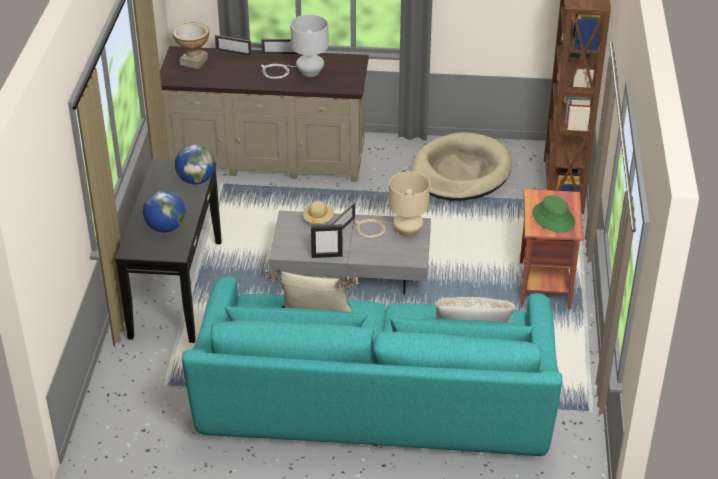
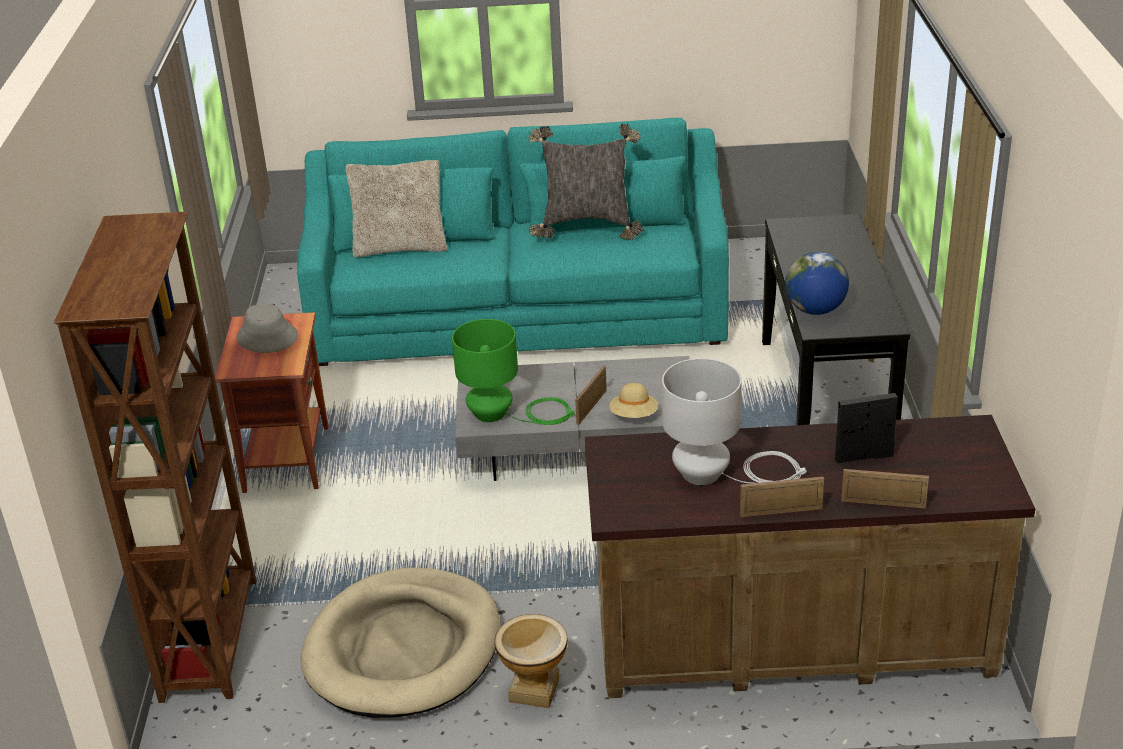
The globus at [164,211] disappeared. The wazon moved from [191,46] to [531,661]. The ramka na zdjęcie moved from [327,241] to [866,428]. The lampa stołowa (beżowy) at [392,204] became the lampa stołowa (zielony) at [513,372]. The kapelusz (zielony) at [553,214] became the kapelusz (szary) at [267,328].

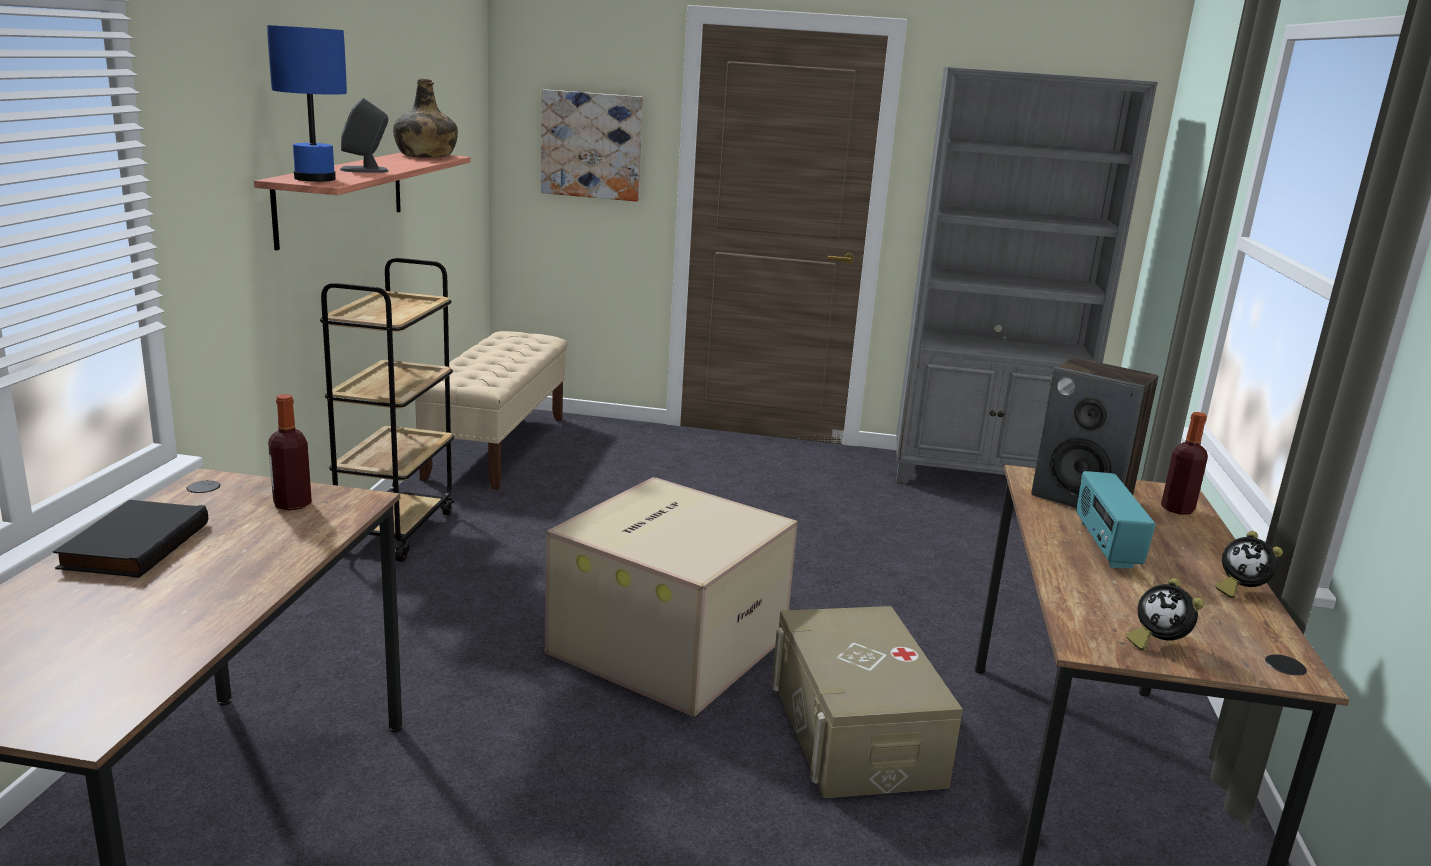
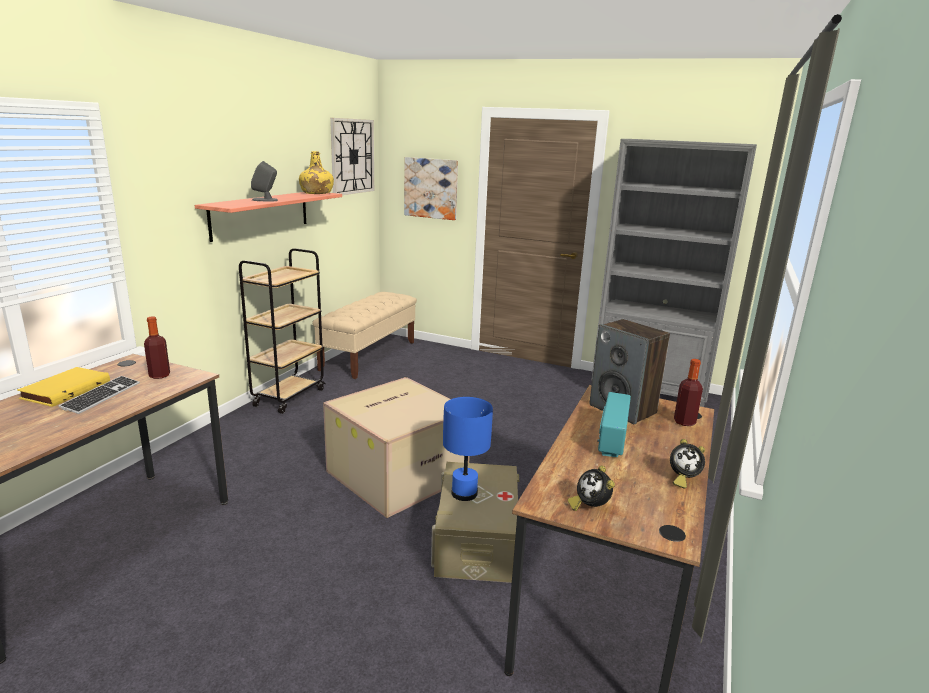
The książka (czarny) at [130,539] became the książka (żółty) at [63,387]. The lampa stołowa (niebieski) moved from [307,103] to [468,449]. The butelka (zielony) at [425,118] became the butelka (żółty) at [316,172]. The budzik at [1249,564] turned 45 degrees counterclockwise. The klawiatura at [99,395] appeared. The zegar ścienny at [352,156] appeared.

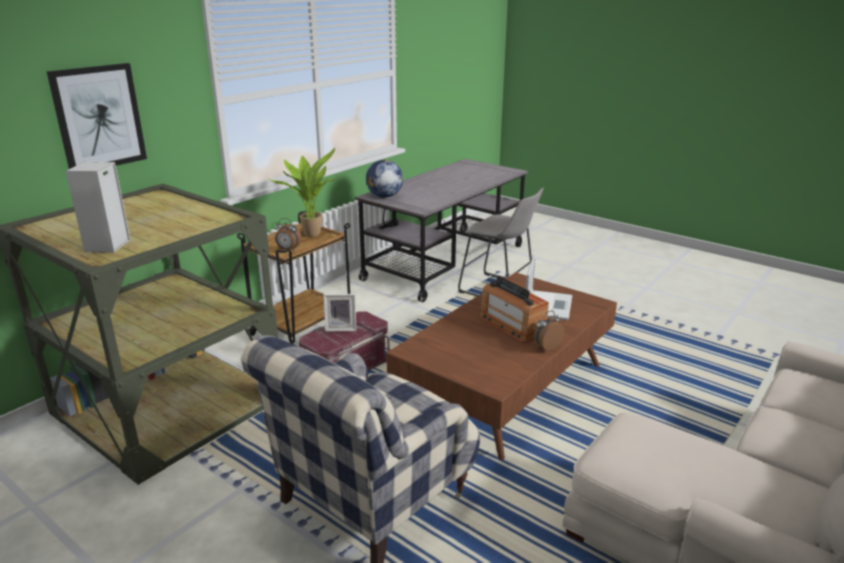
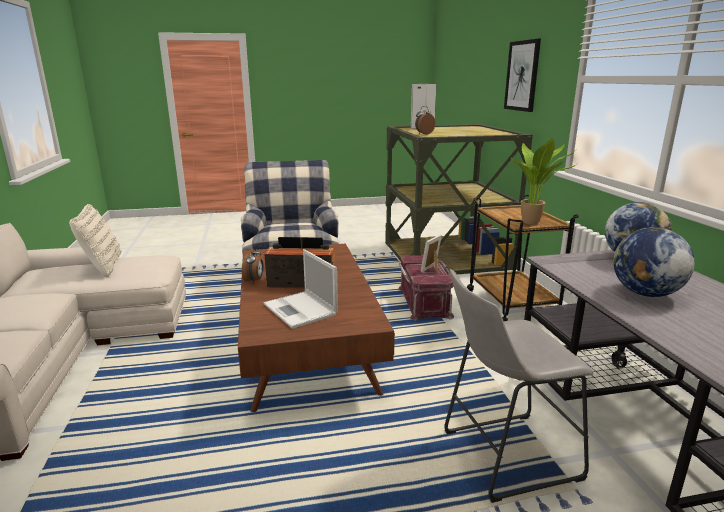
The budzik moved from [288,234] to [425,120]. The poduszka (beżowy) at [95,240] appeared. The globus at [654,262] appeared.

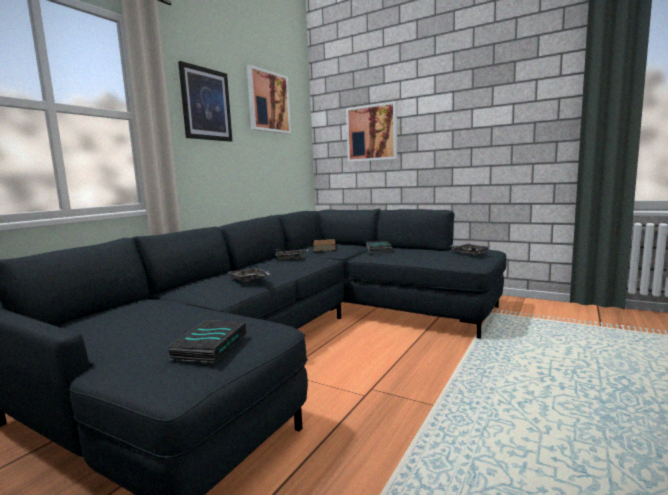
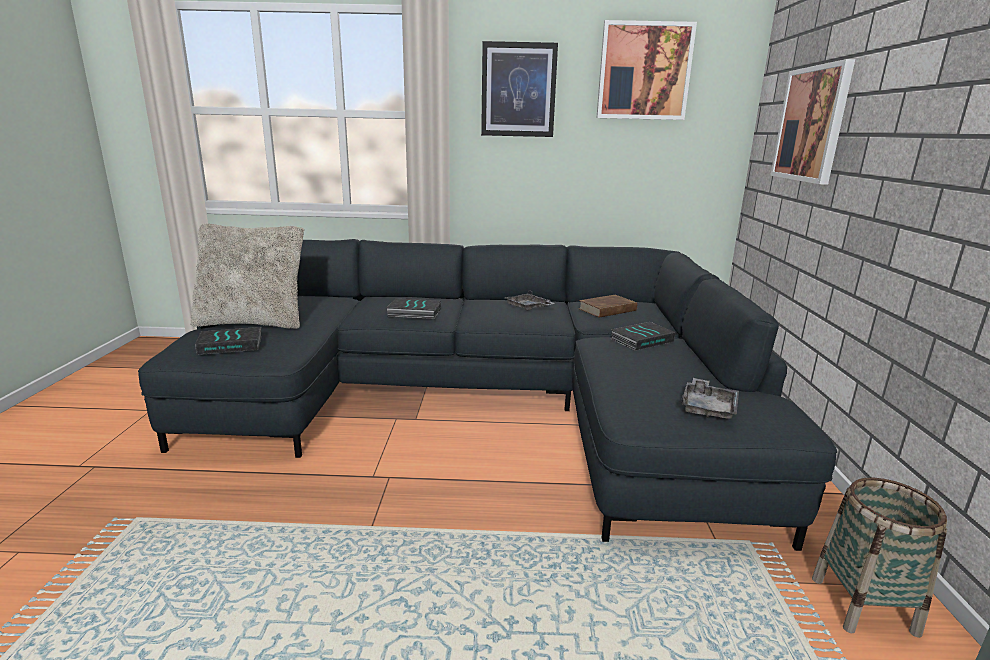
The taca (szary) at [249,273] was replaced by the książka at [413,308]. The poduszka (beżowy) at [247,276] appeared. The koszyk at [879,557] appeared.

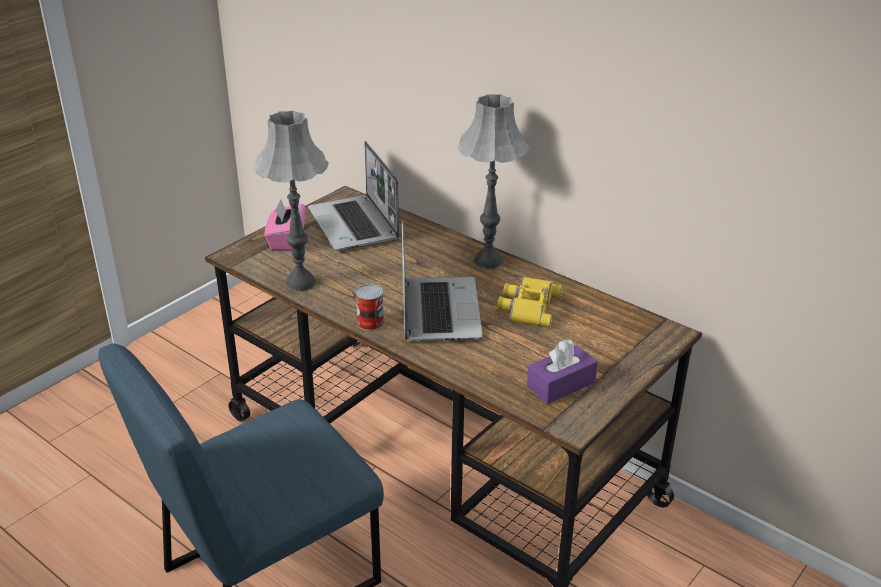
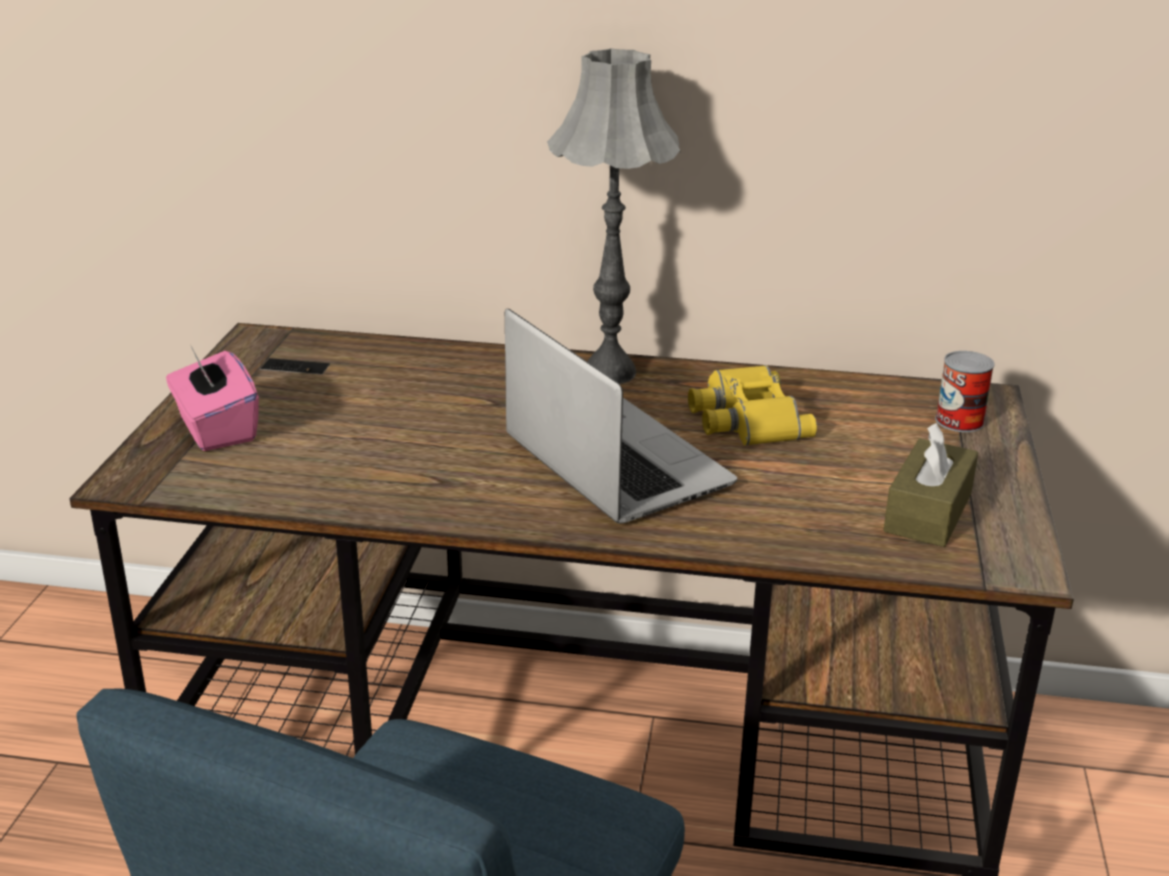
The lampa stołowa (szary) at [291,200] disappeared. The laptop at [353,195] disappeared. The puszka moved from [370,307] to [964,391]. The pudełko chusteczek (fioletowy) at [562,372] became the pudełko chusteczek (brązowy) at [930,485].

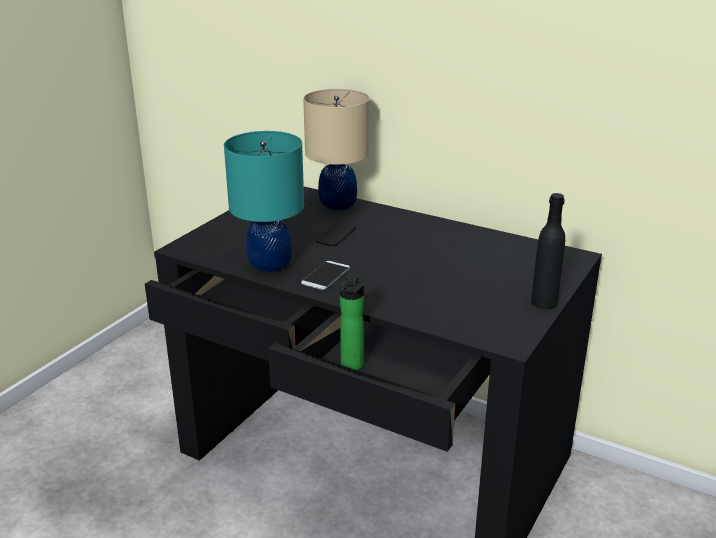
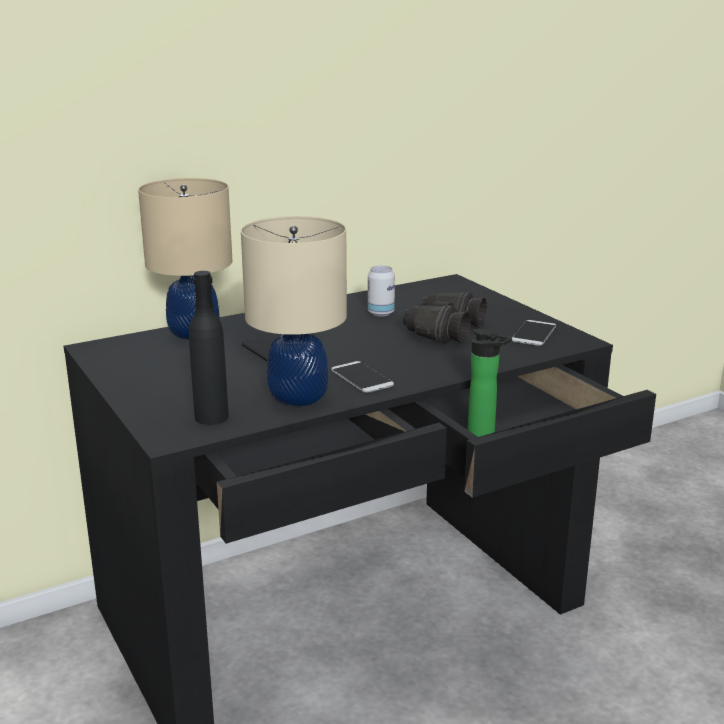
The lampa stołowa (turkusowy) at [264,201] became the lampa stołowa (beżowy) at [294,311]. The butelka (czarny) moved from [548,251] to [209,348]. The puszka at [381,291] appeared. The lornetka (czarny) at [445,318] appeared. The telefon at [534,333] appeared.

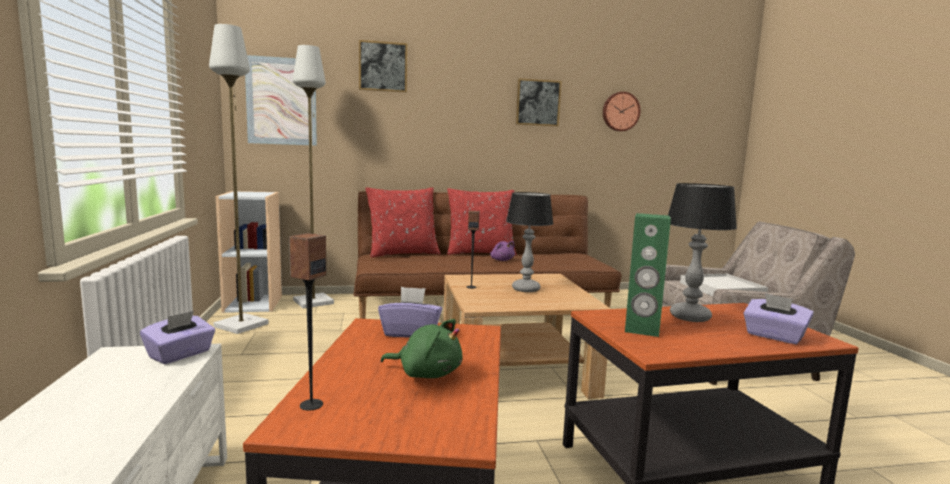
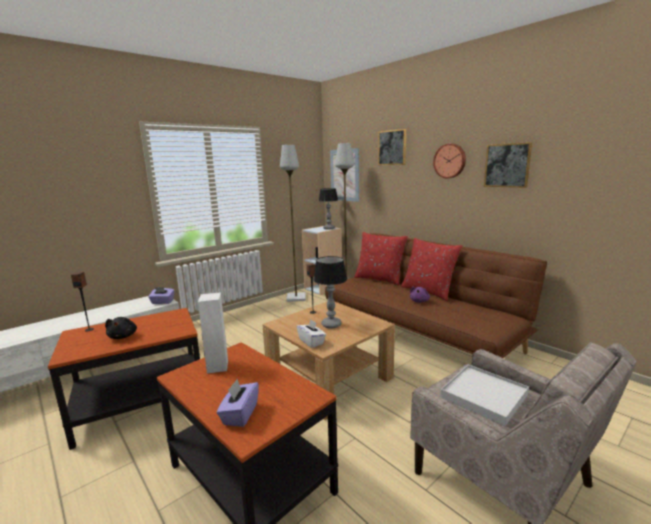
The pudełko chusteczek (fioletowy) at [410,312] disappeared. The pluszak (zielony) at [422,348] became the pluszak (czarny) at [121,328]. The zegar ścienny moved from [622,111] to [449,160]. The głośnik (zielony) at [648,275] became the głośnik (biały) at [213,333]. The lampa stołowa moved from [702,252] to [328,208]. The pudełko chusteczek (biały) at [311,333] appeared.

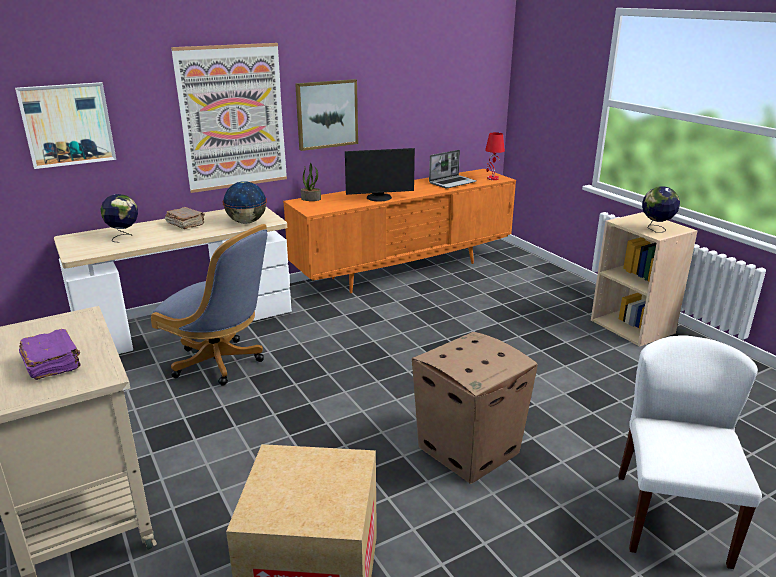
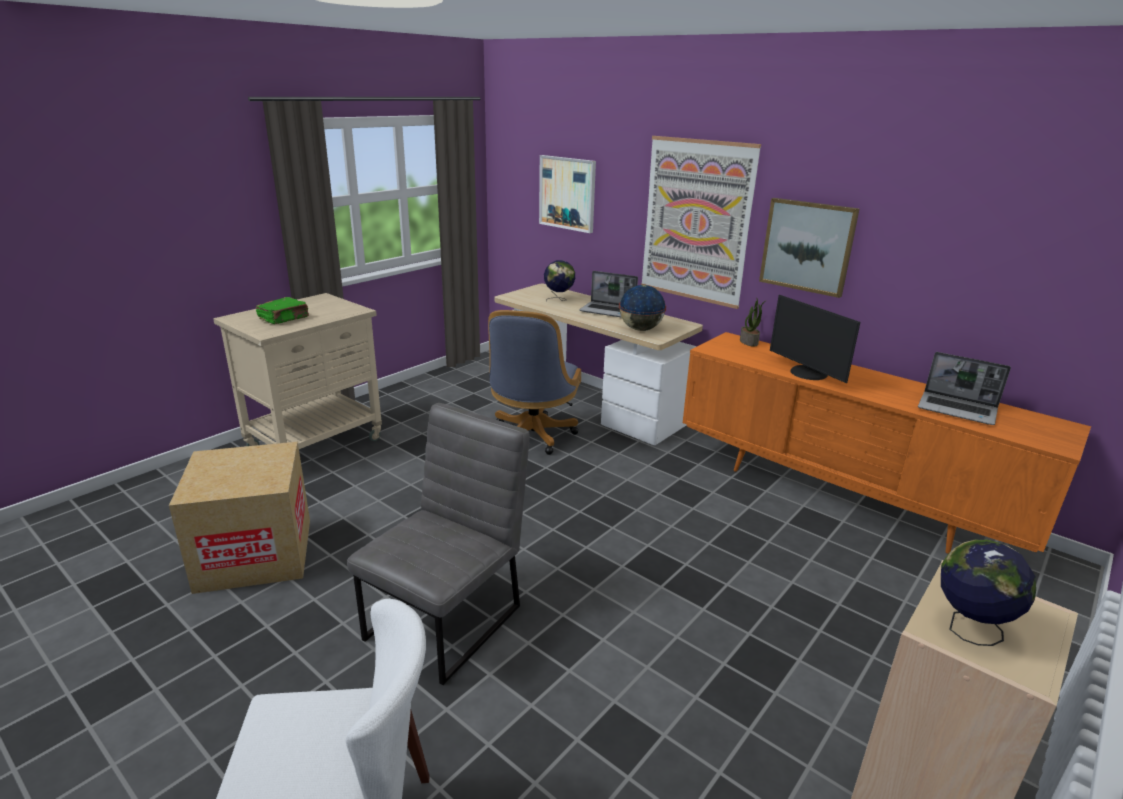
The książka (fioletowy) at [50,354] became the książka (zielony) at [282,310]. The książka (brązowy) at [185,218] was replaced by the laptop at [608,294]. The karton at [475,408] was replaced by the krzesło (szary) at [438,544]. The lampa stołowa (czerwony) at [495,156] disappeared.

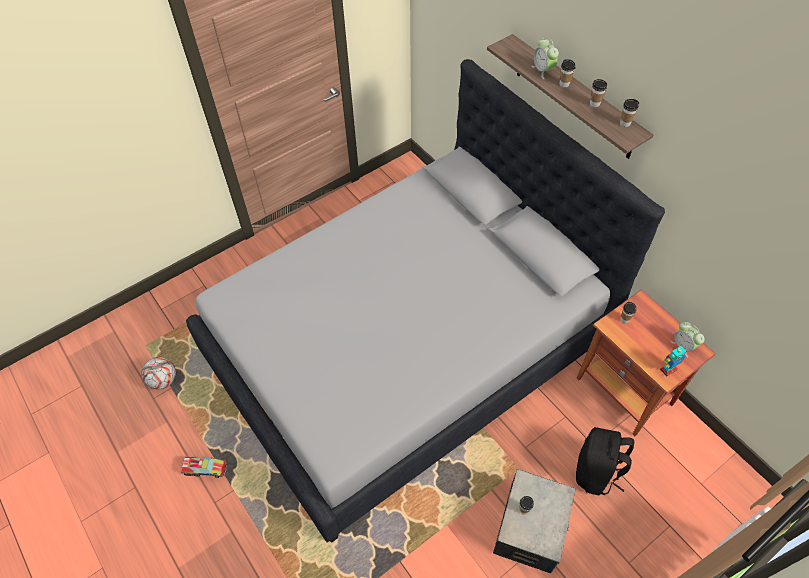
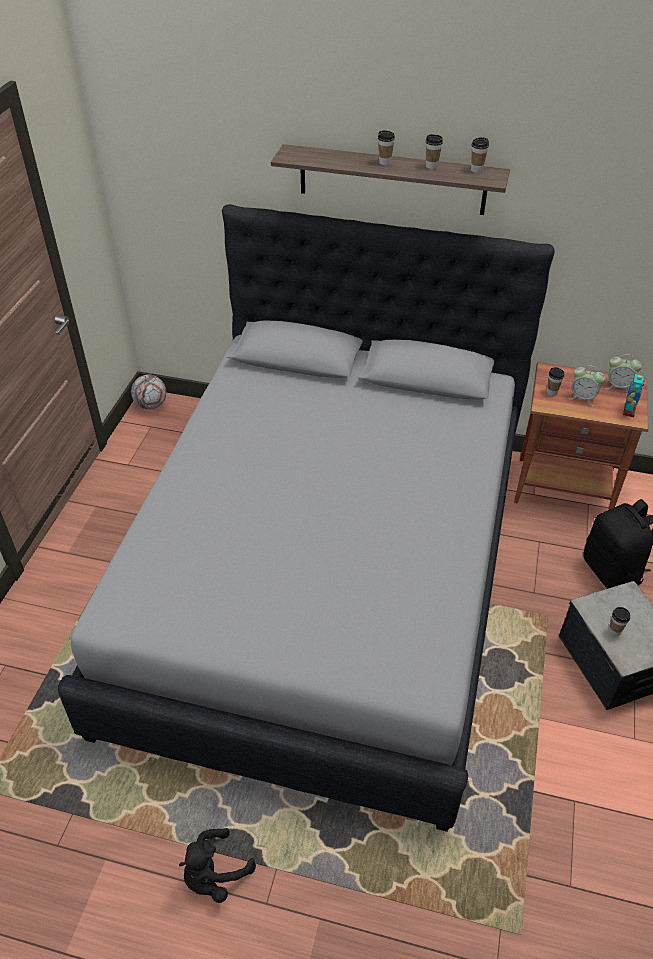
The piłka futbolowa moved from [158,373] to [148,392]. The ciężarówka zabawkowa at [204,467] was replaced by the pluszak (czarny) at [217,865]. The budzik moved from [545,58] to [587,385].

